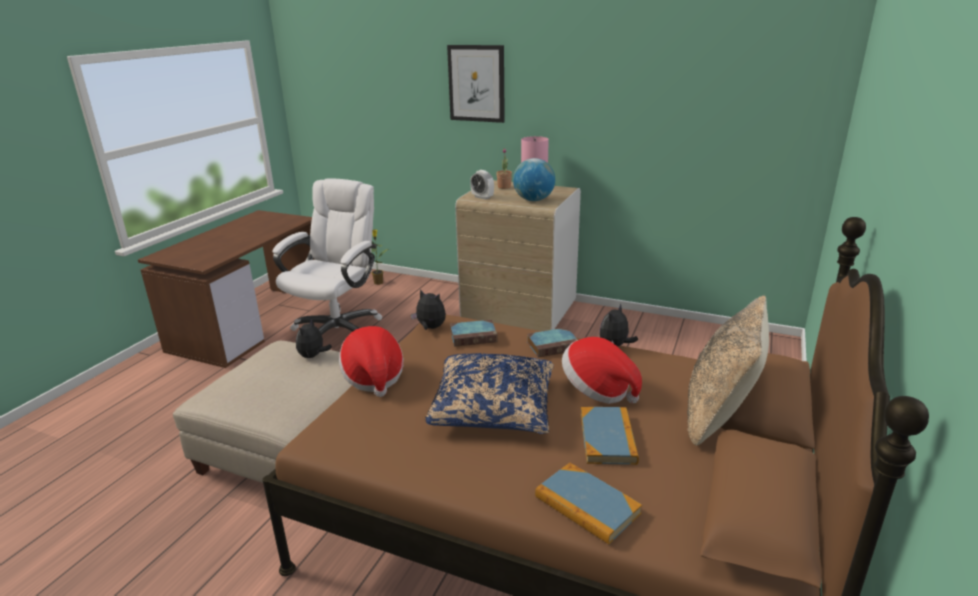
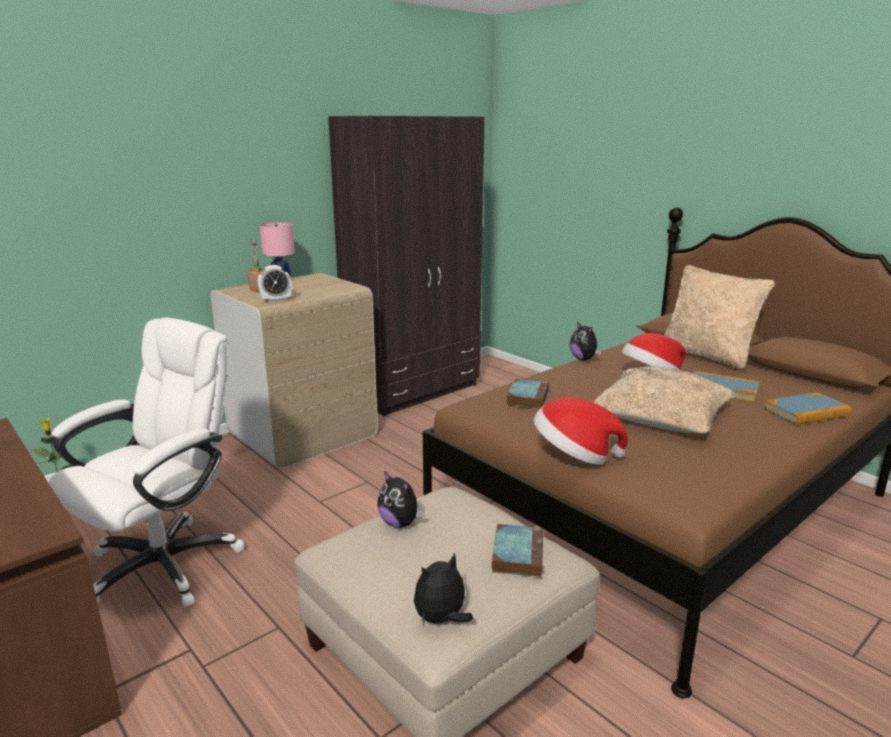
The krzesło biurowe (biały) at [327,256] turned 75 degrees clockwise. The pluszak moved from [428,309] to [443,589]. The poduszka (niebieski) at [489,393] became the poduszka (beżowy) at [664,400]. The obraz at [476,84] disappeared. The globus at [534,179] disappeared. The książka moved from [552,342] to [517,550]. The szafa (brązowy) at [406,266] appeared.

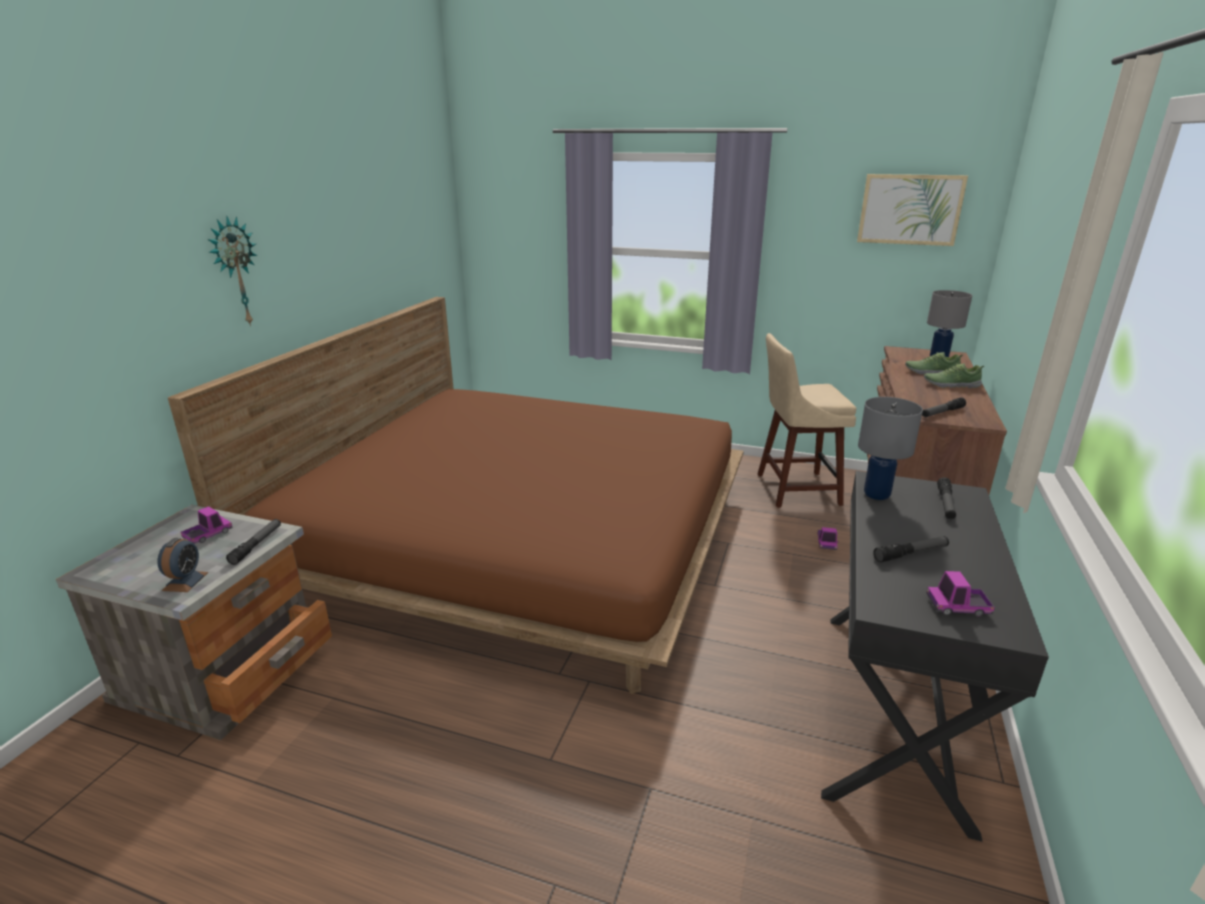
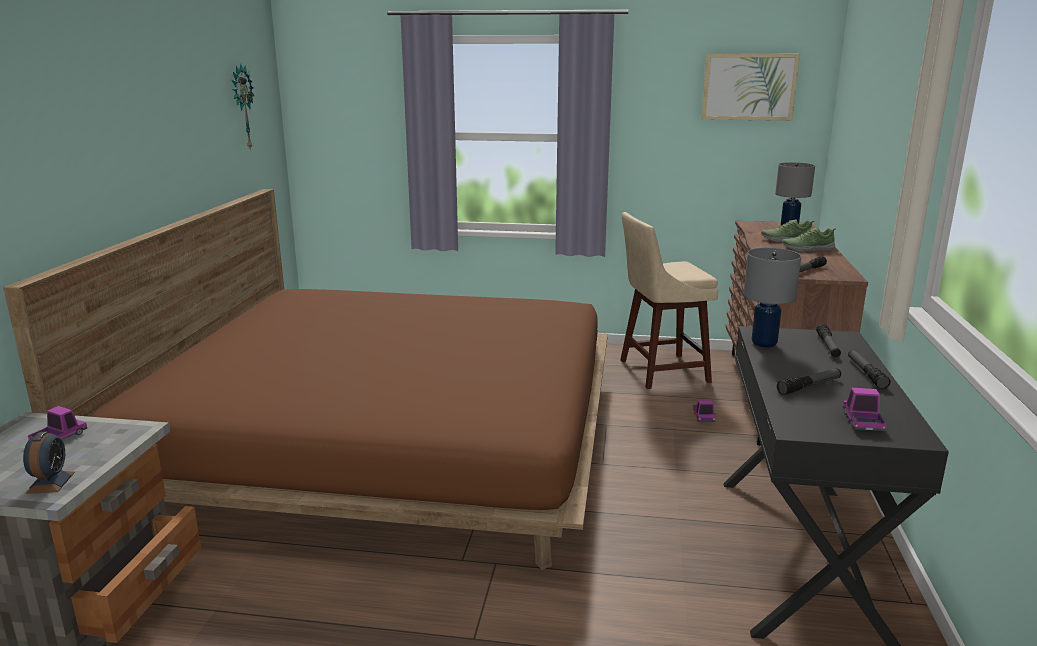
The zegar ścienny moved from [232,271] to [243,107]. The latarka moved from [253,542] to [869,369]. The ciężarówka zabawkowa at [960,593] turned 105 degrees clockwise.

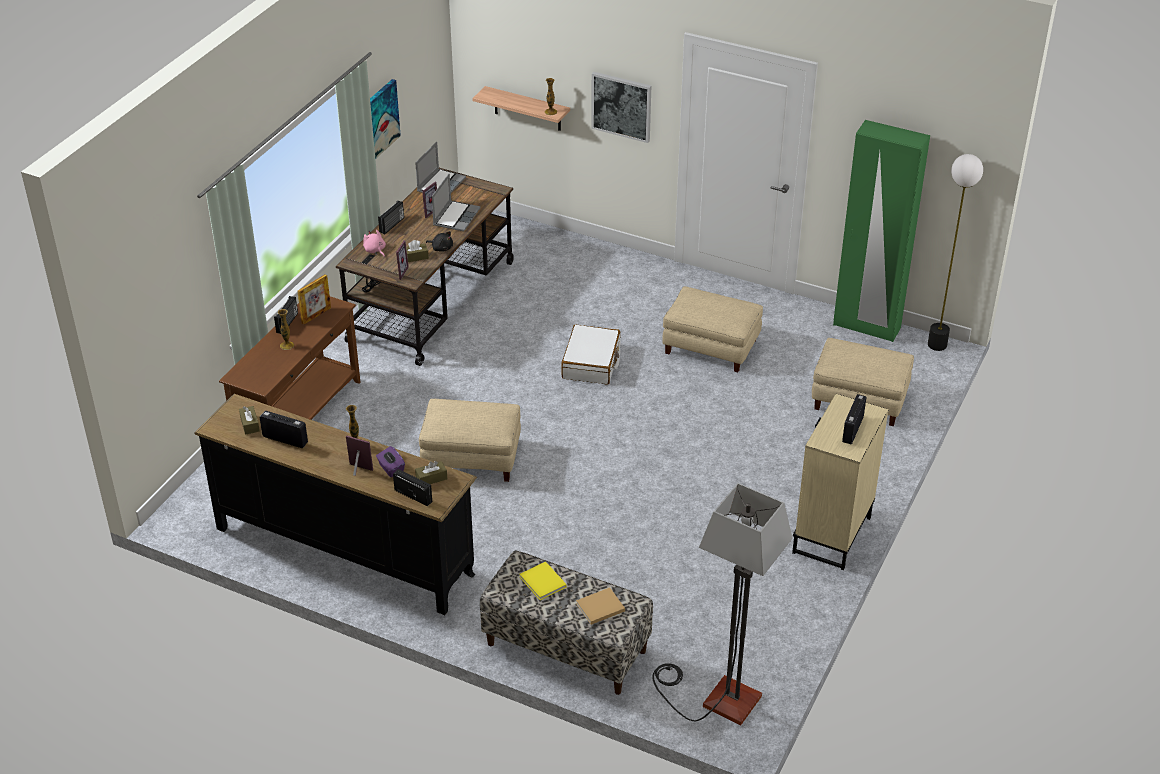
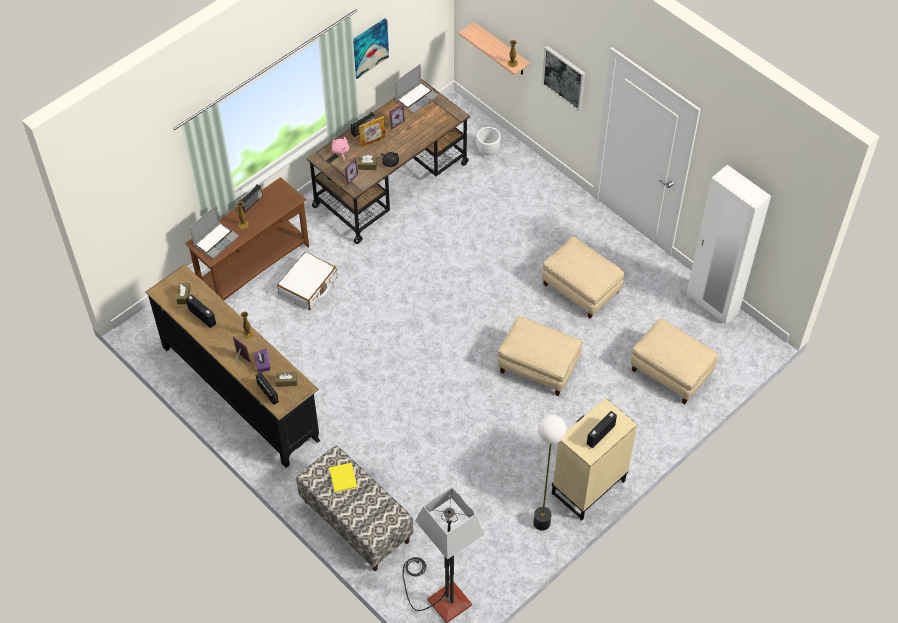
The ramka na zdjęcie moved from [314,299] to [372,132]. The pufa (beżowy) moved from [470,440] to [540,356]. The laptop moved from [456,202] to [214,232]. The walizka (biały) moved from [591,355] to [307,281]. The książka (beżowy) at [600,606] disappeared. The szafa (zielony) at [881,231] became the szafa (biały) at [729,245]. The lampa stojąca moved from [955,252] to [550,473]. The donica (biały) at [489,141] appeared.

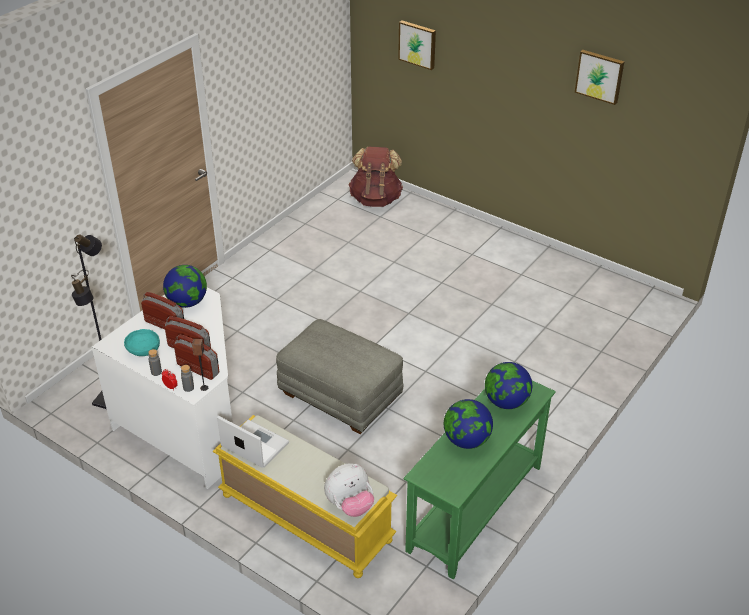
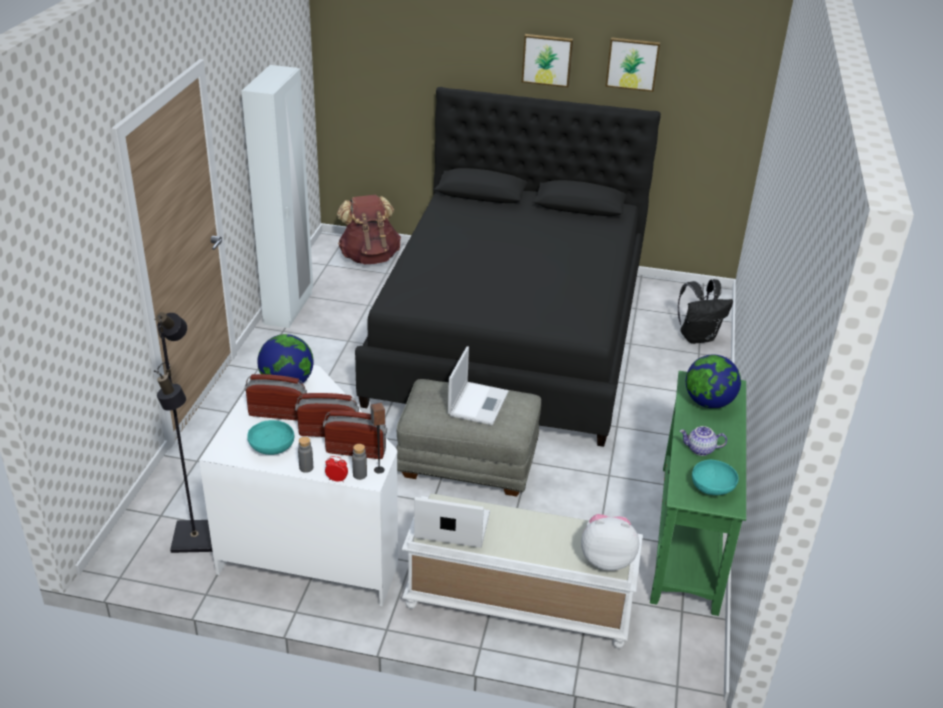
The ławka (żółty) at [305,496] became the ławka (biały) at [522,571]. The pluszak at [349,490] turned 120 degrees counterclockwise. The obraz moved from [417,45] to [547,60]. The globus at [468,424] was replaced by the imbryk at [703,441]. The szafa (biały) at [277,196] appeared. The łóżko (czarny) at [508,267] appeared. The laptop at [478,385] appeared. The plecak (czarny) at [705,311] appeared. The miska (turkusowy) at [715,477] appeared.

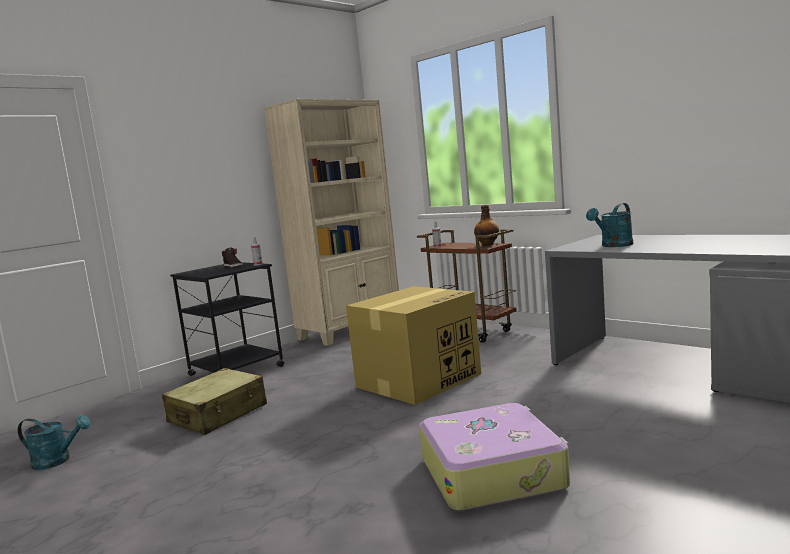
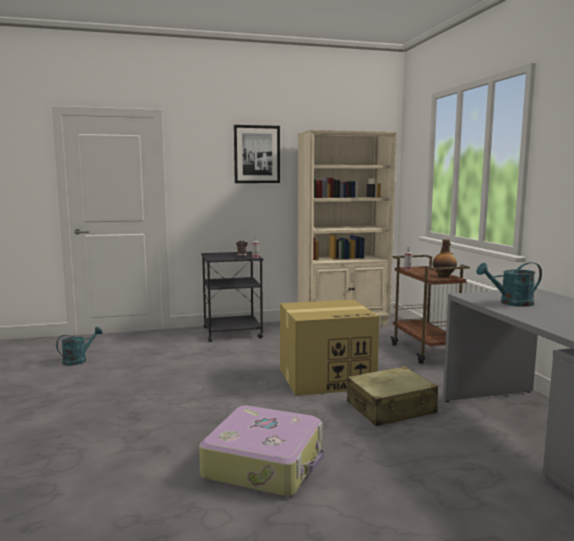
The konewka (turkusowy) at [54,442] turned 90 degrees counterclockwise. The walizka (beżowy) moved from [214,401] to [392,396]. The obraz at [257,154] appeared.

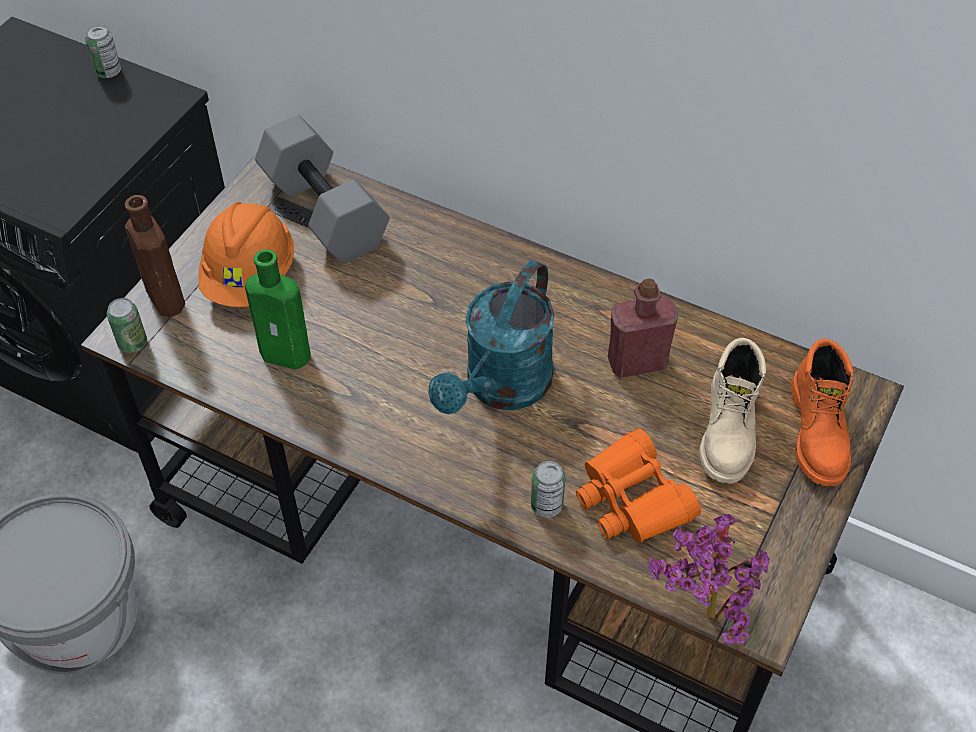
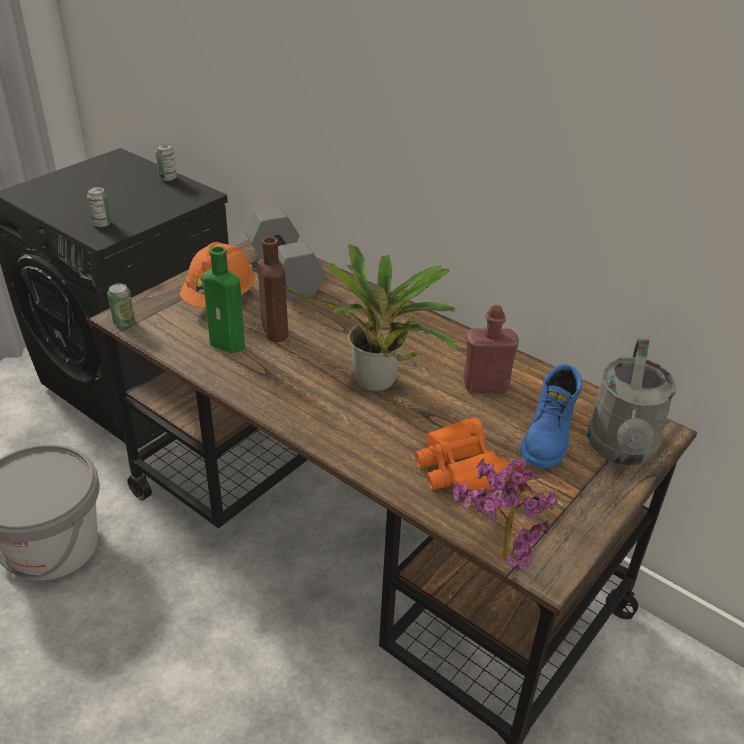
The butelka (brązowy) moved from [155,256] to [273,289]. The konewka (turkusowy) at [491,337] was replaced by the roślina doniczkowa at [371,318]. The puszka moved from [548,489] to [99,207]. The but z cholewką (beżowy) at [732,411] became the but z cholewką (niebieski) at [551,416]. The but z cholewką (pomarańczowy) at [822,412] was replaced by the konewka (szary) at [631,401].

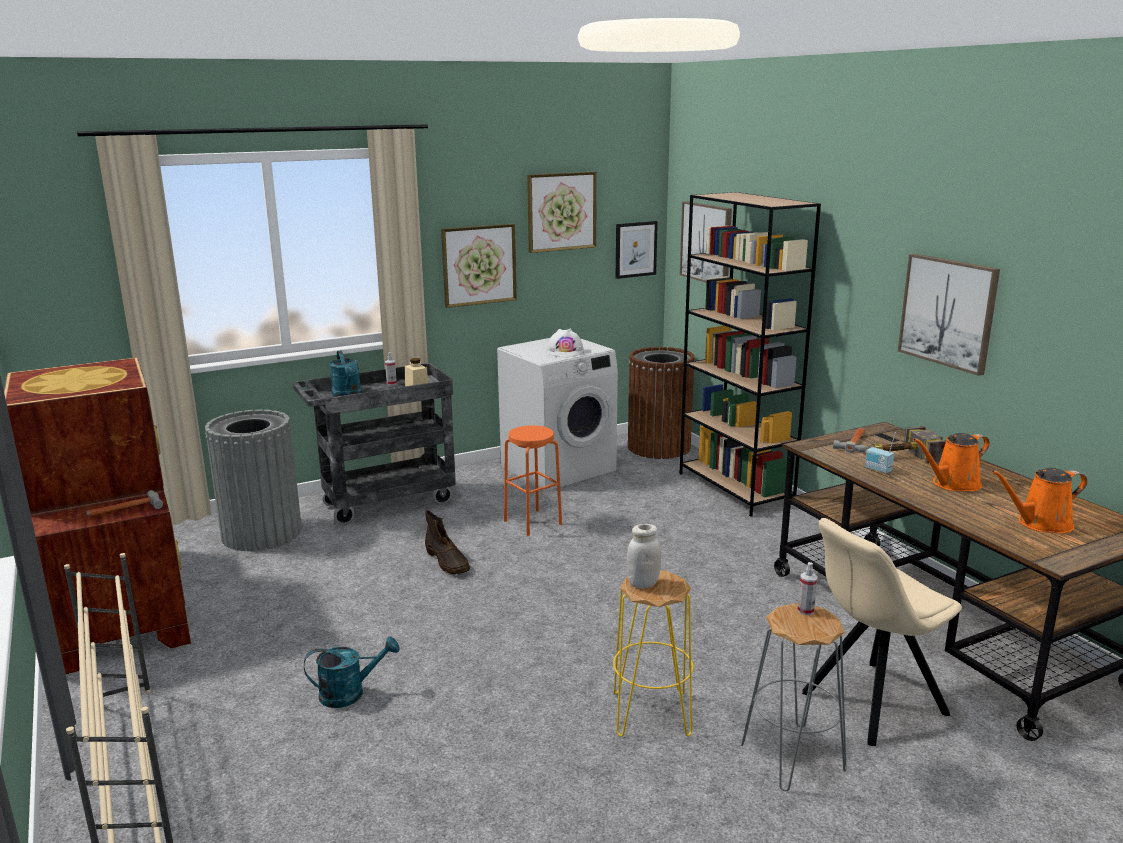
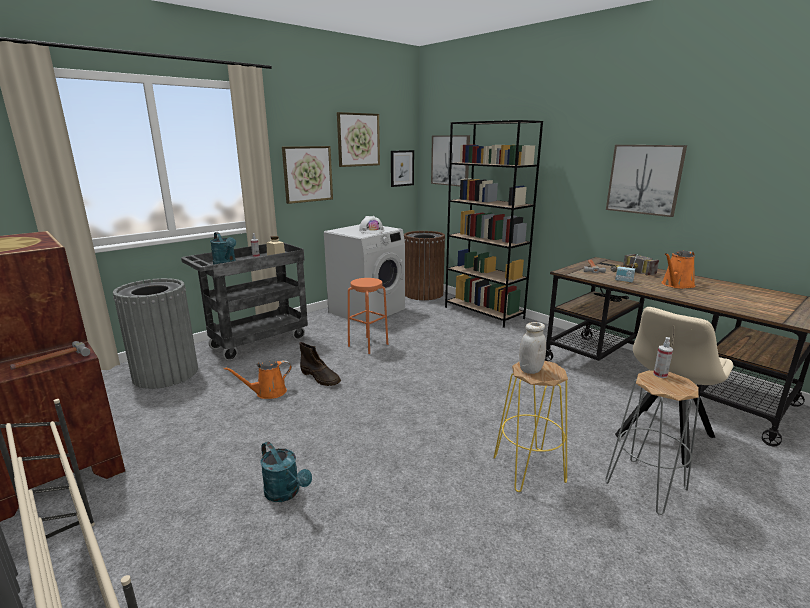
The konewka (turkusowy) at [352,672] turned 75 degrees clockwise. The konewka (pomarańczowy) moved from [1039,500] to [258,379].

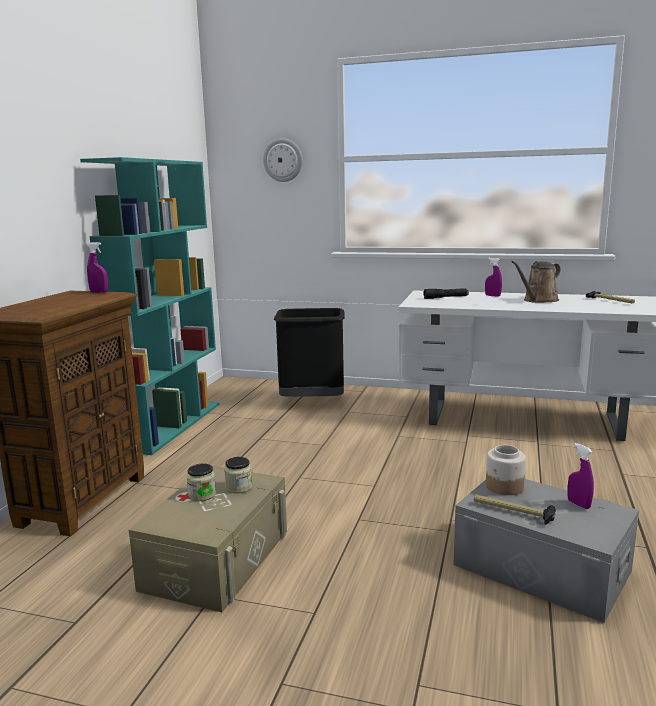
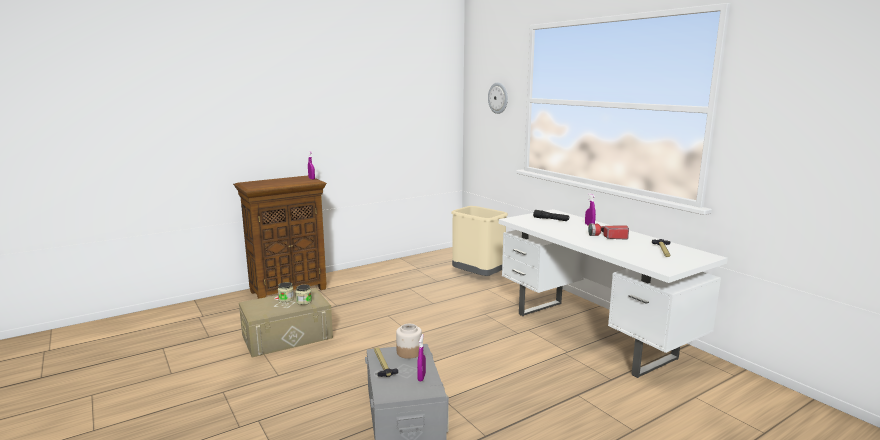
The regał (turkusowy) at [150,306] disappeared. The kosz na śmieci (czarny) at [309,352] became the kosz na śmieci (beżowy) at [479,241]. The konewka (brązowy) at [536,282] was replaced by the latarka at [608,231].

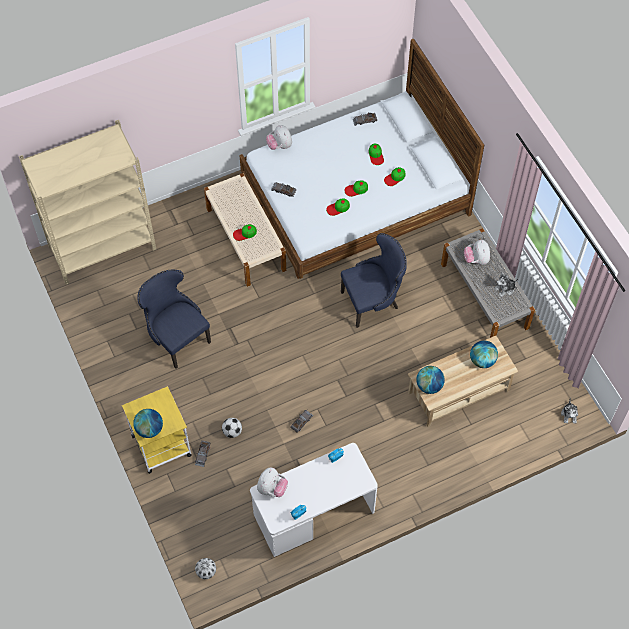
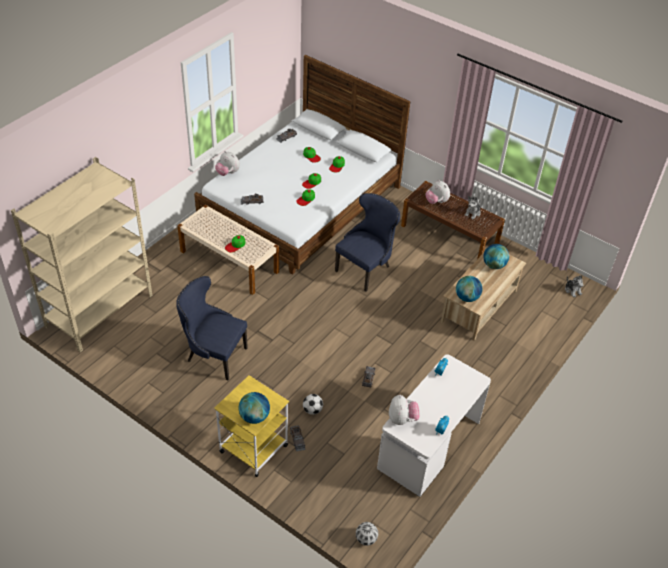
The ławka (szary) at [488,283] became the ławka (brązowy) at [453,220].

